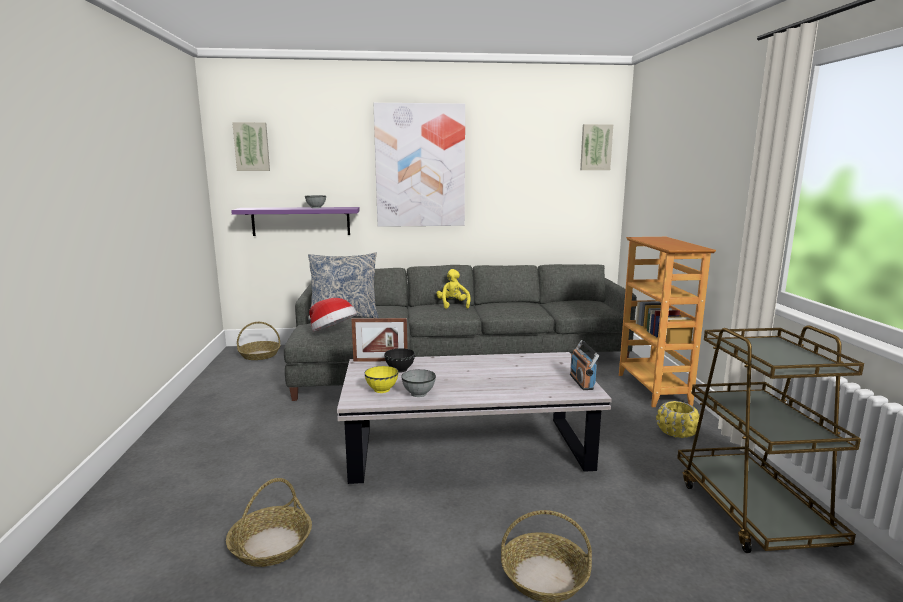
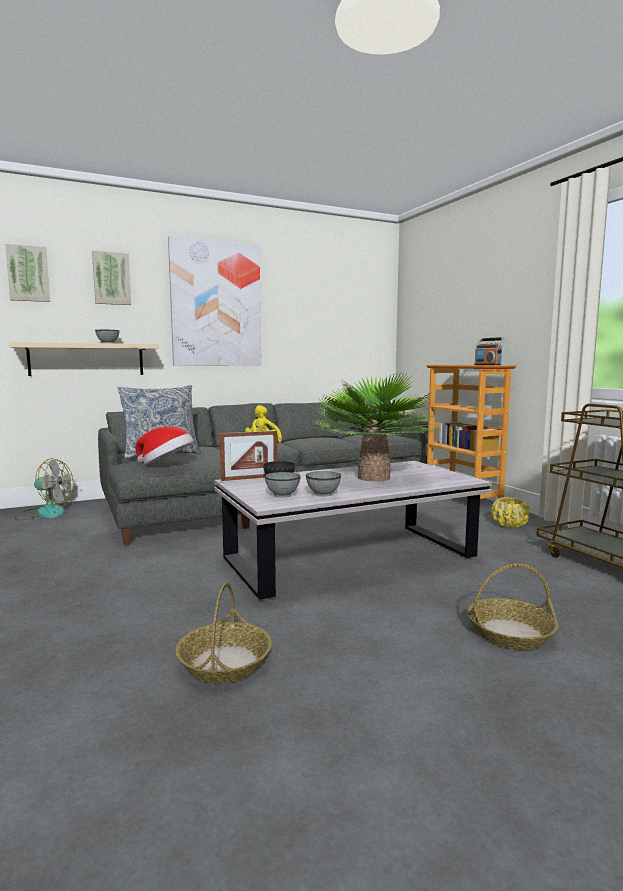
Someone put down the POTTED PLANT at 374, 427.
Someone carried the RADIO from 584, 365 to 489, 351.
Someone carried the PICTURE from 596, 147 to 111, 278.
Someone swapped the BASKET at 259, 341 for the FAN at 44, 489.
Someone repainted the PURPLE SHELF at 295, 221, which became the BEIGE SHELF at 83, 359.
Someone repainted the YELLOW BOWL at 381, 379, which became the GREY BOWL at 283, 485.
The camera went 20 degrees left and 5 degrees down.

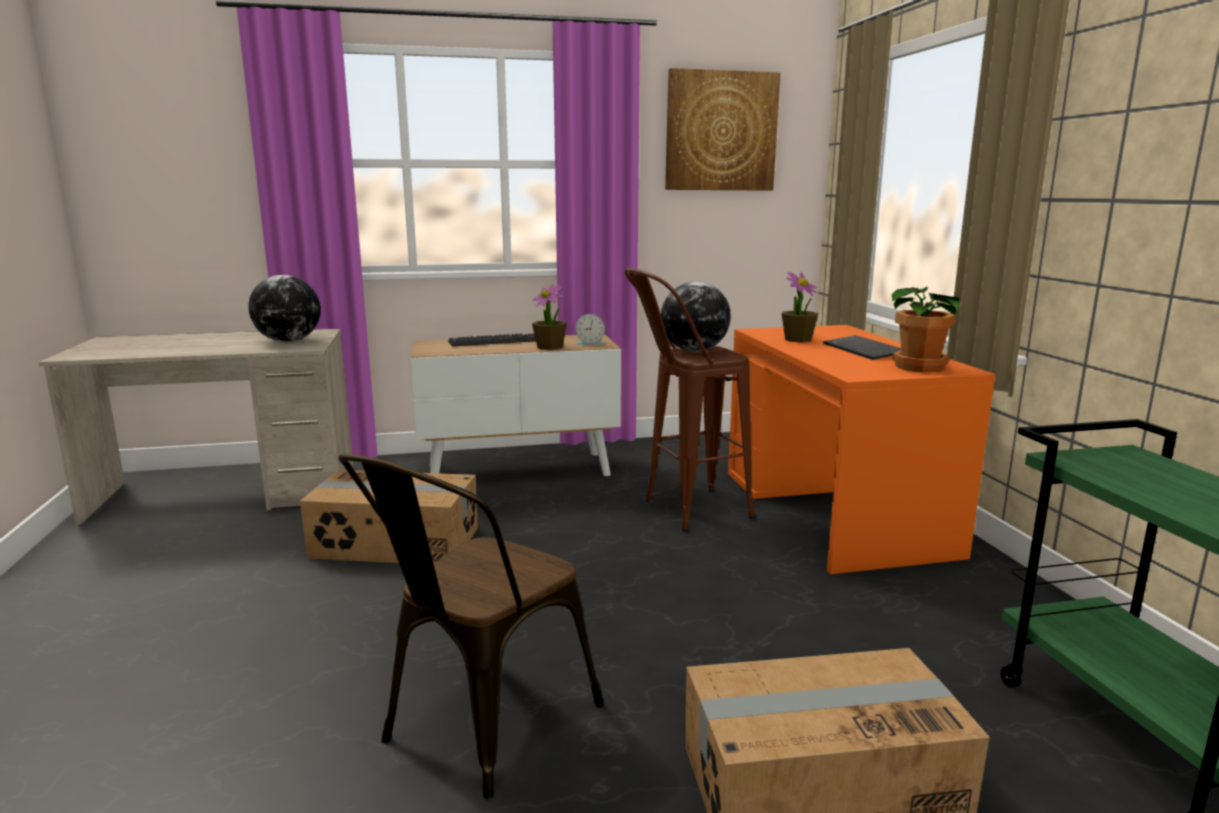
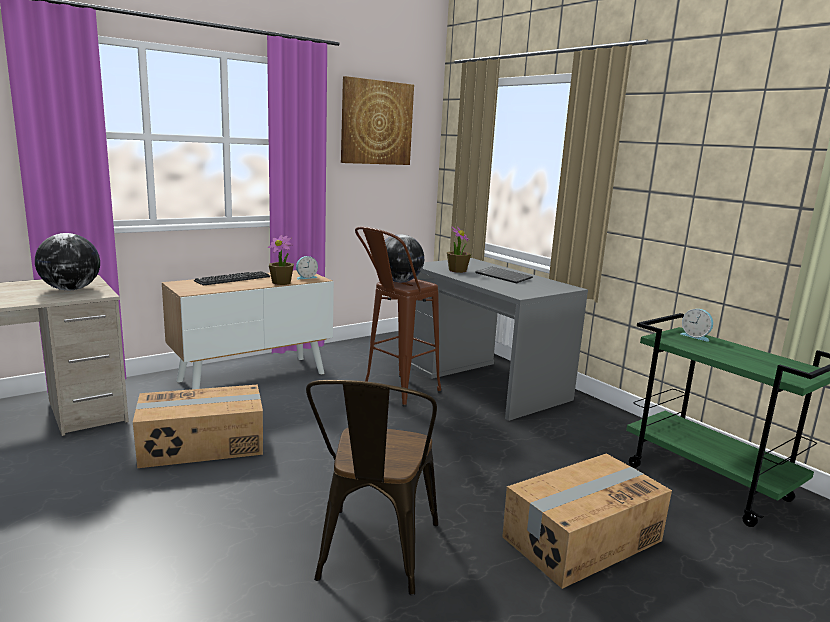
Someone took away the POTTED PLANT at 926, 329.
Someone put down the ALARM CLOCK at 697, 325.
Someone repainted the ORANGE DESK at 861, 449, which became the GREY DESK at 499, 339.
The camera went 25 degrees left and 0 degrees up.

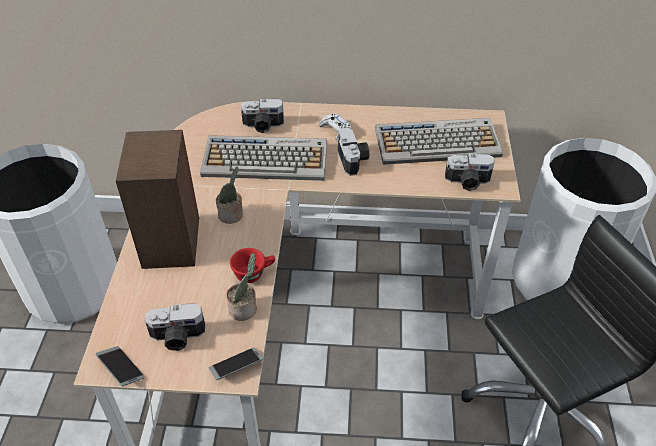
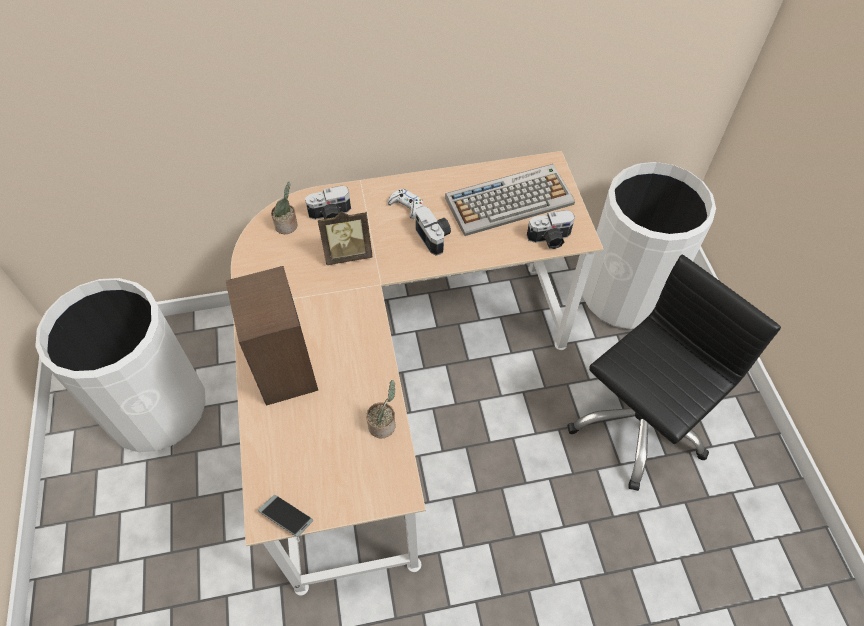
Someone took away the PHOTO CAMERA at 175, 327.
Someone took away the PHONE at 236, 363.
Someone took away the RED CUP at 252, 265.
Someone carried the POTTED PLANT from 229, 195 to 284, 208.
Someone swapped the KEYBOARD at 263, 158 for the PICTURE FRAME at 345, 238.
The camera went 15 degrees left and 10 degrees up.

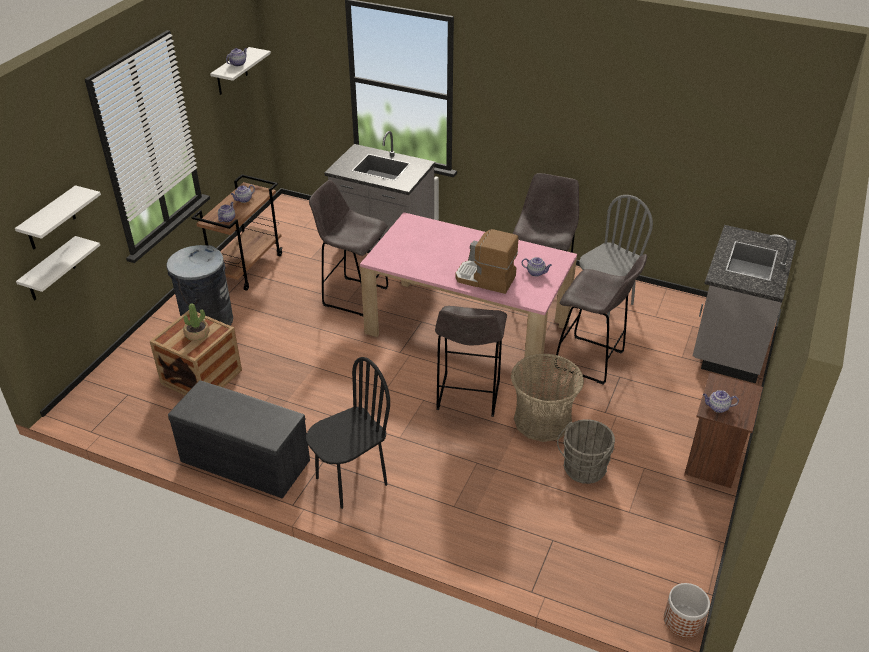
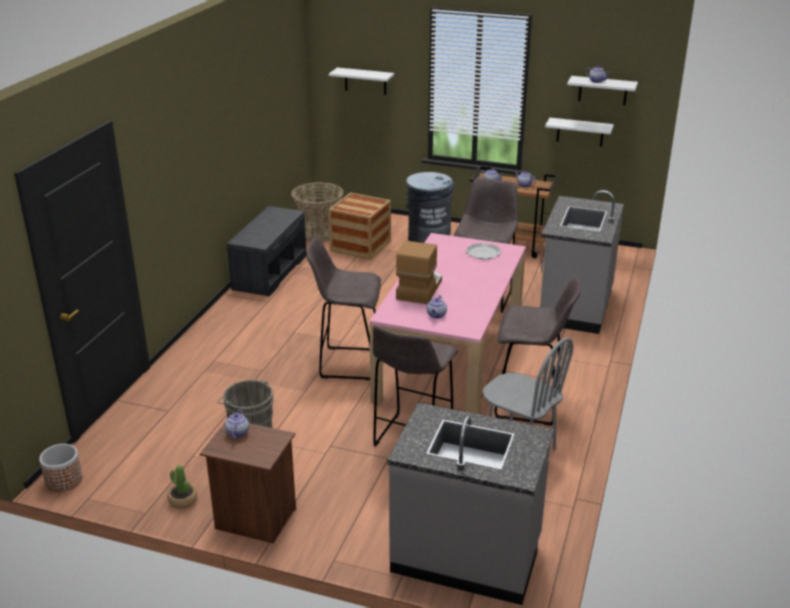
Someone took away the BLACK CHAIR at 348, 433.
Someone put down the PLATE at 483, 251.
Someone carried the WHITE SHELF from 58, 268 to 579, 132.
Someone carried the POTTED PLANT from 196, 322 to 182, 487.
Someone carried the BASKET from 547, 398 to 317, 212.
The camera went 85 degrees right and 10 degrees down.

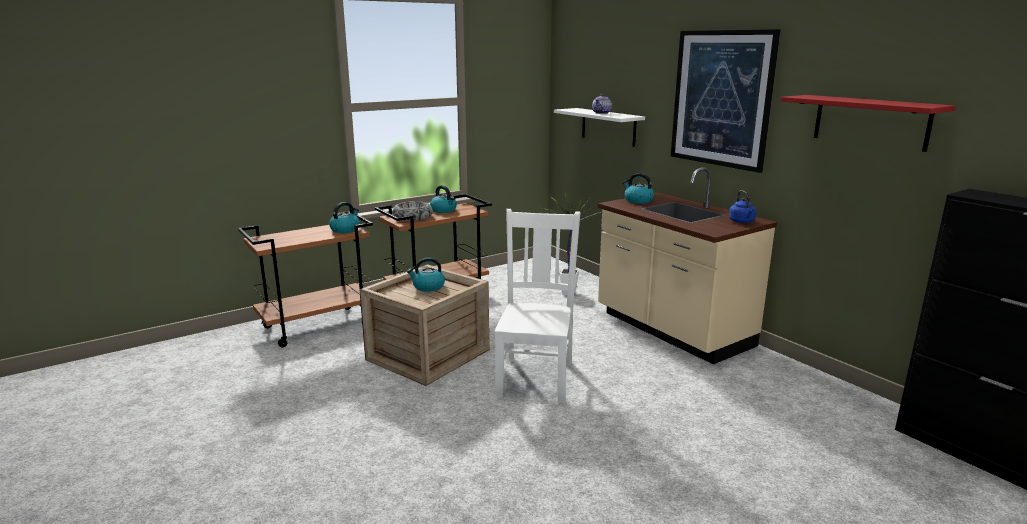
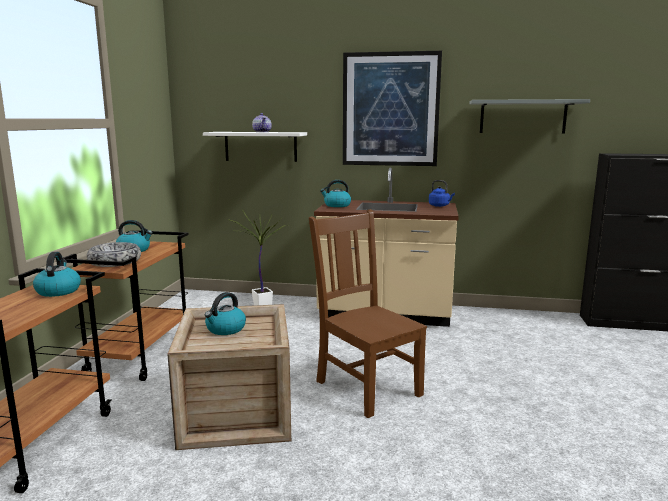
Someone repainted the WHITE CHAIR at 538, 306, which became the BROWN CHAIR at 368, 313.
Someone repainted the RED SHELF at 868, 123, which became the GREY SHELF at 530, 116.
The camera went 45 degrees left and 5 degrees down.

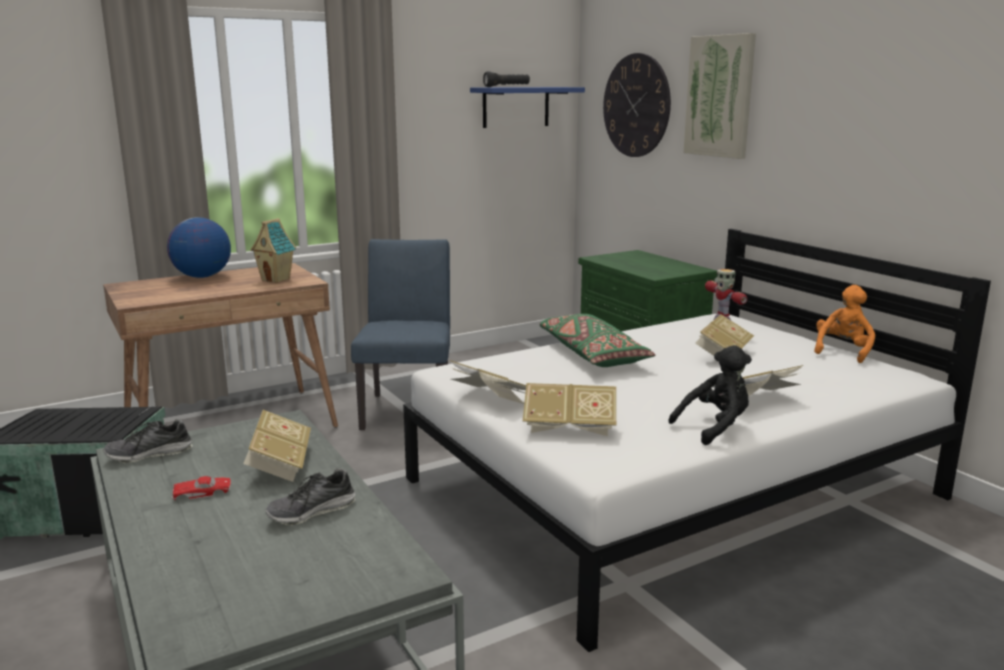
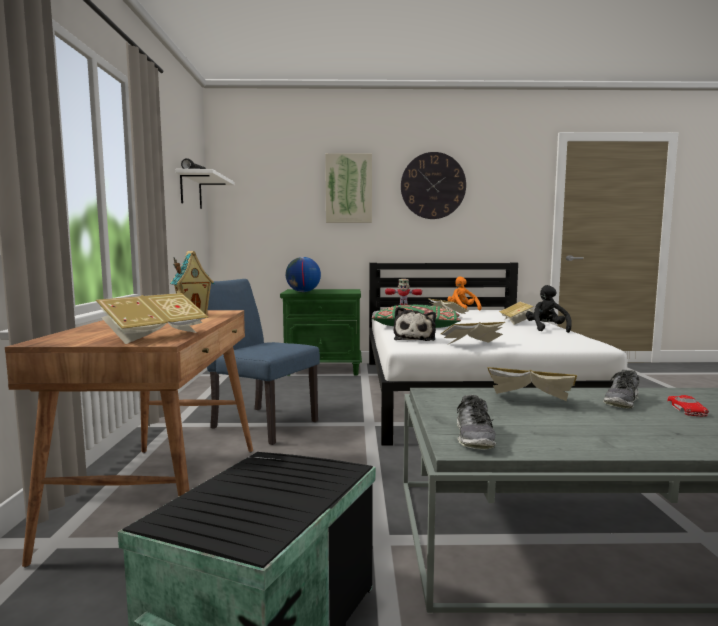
Someone put down the PLUSH TOY at 415, 324.
Someone carried the GLOBE from 199, 247 to 303, 274.
Someone carried the RED TOY CAR from 201, 488 to 688, 406.
Someone carried the BOOK from 569, 409 to 152, 318.
Someone carried the WALL CLOCK from 637, 105 to 433, 185.
Someone repainted the BLUE SHELF at 527, 107, which became the WHITE SHELF at 205, 189.
Someone rotated the SHOE at 310, 497 by 45 degrees clockwise.
The camera went 60 degrees left and 10 degrees down.

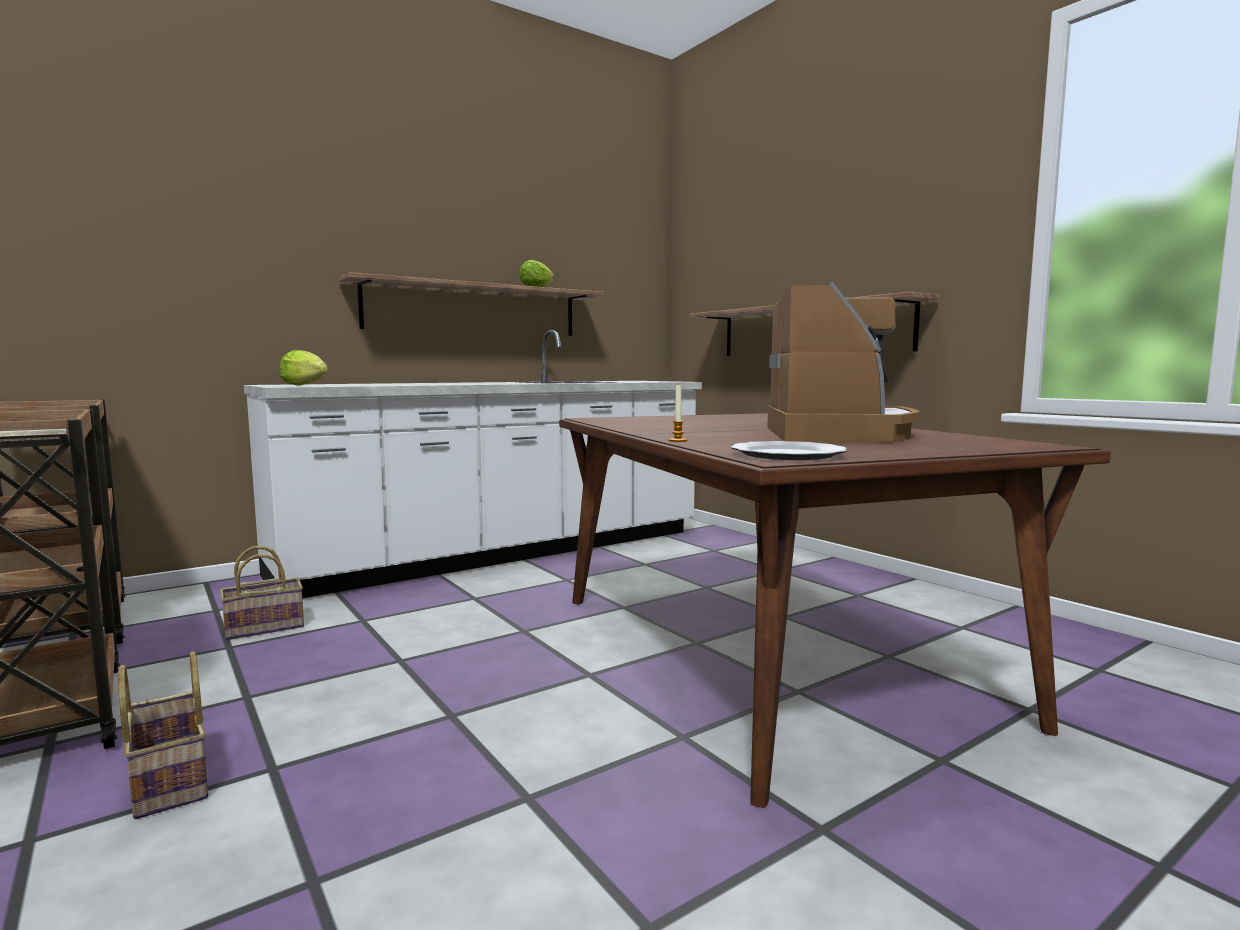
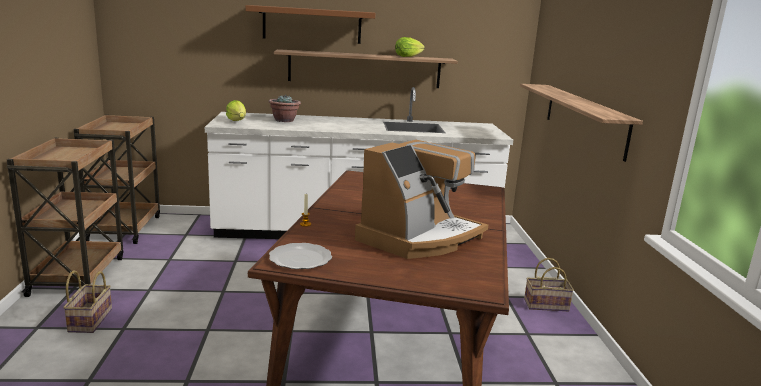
Someone put up the BROWN SHELF at 310, 24.
Someone put down the POTTED PLANT at 284, 108.
Someone carried the BASKET from 262, 593 to 549, 284.
The camera went 30 degrees right and 10 degrees up.

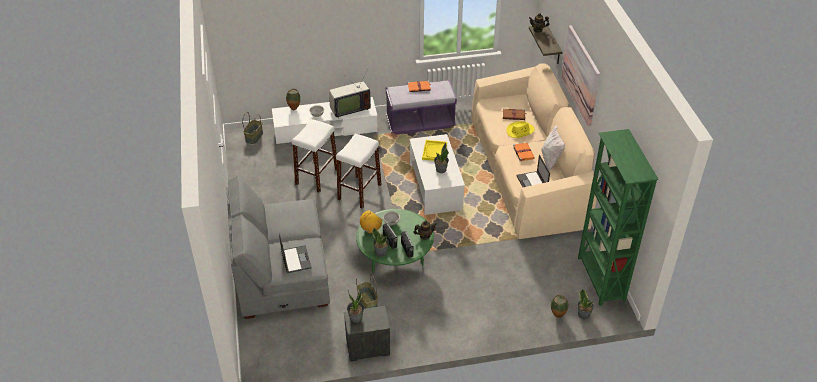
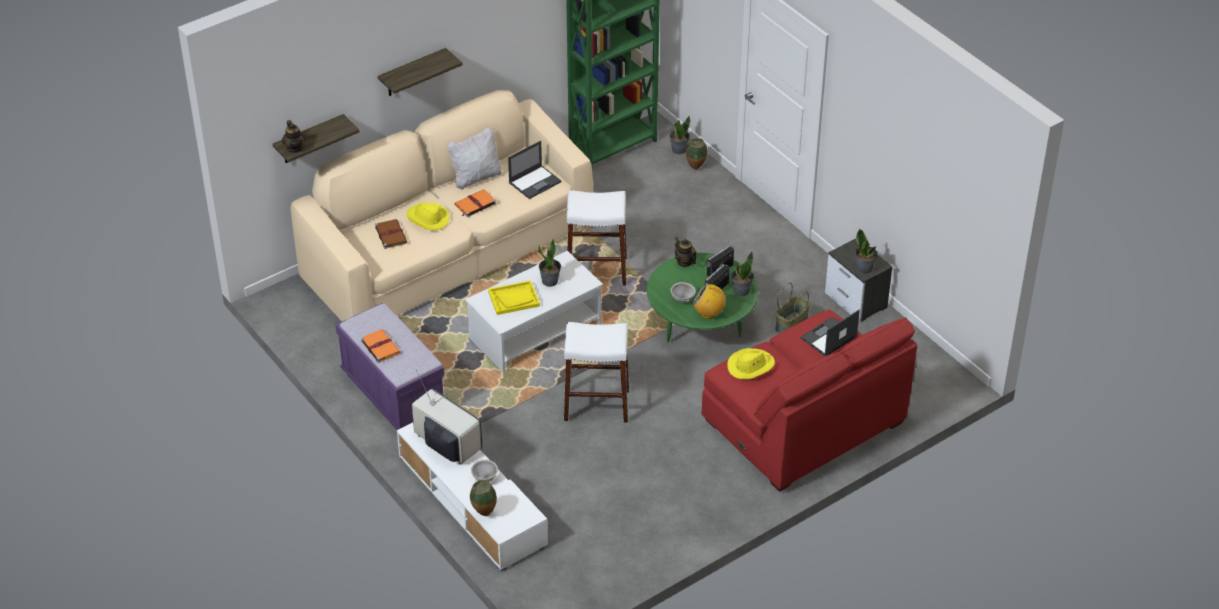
Someone took away the BASKET at 252, 128.
Someone put down the YELLOW HAT at 751, 364.
Someone carried the WHITE STOOL from 314, 156 to 597, 238.
Someone swapped the PICTURE at 580, 76 for the SHELF at 420, 72.
Someone repainted the GREY SOFA at 278, 247, which became the RED SOFA at 809, 401.
The camera went 115 degrees left and 0 degrees up.

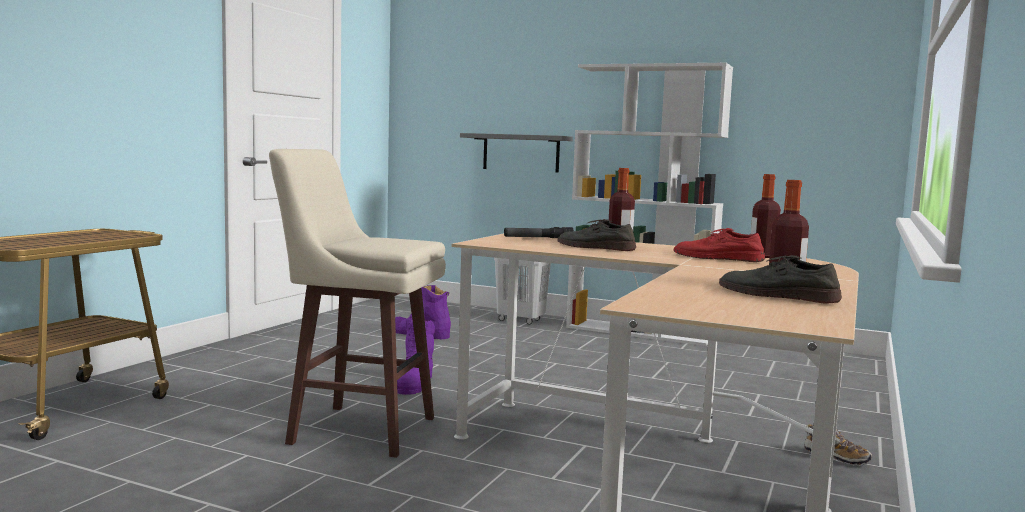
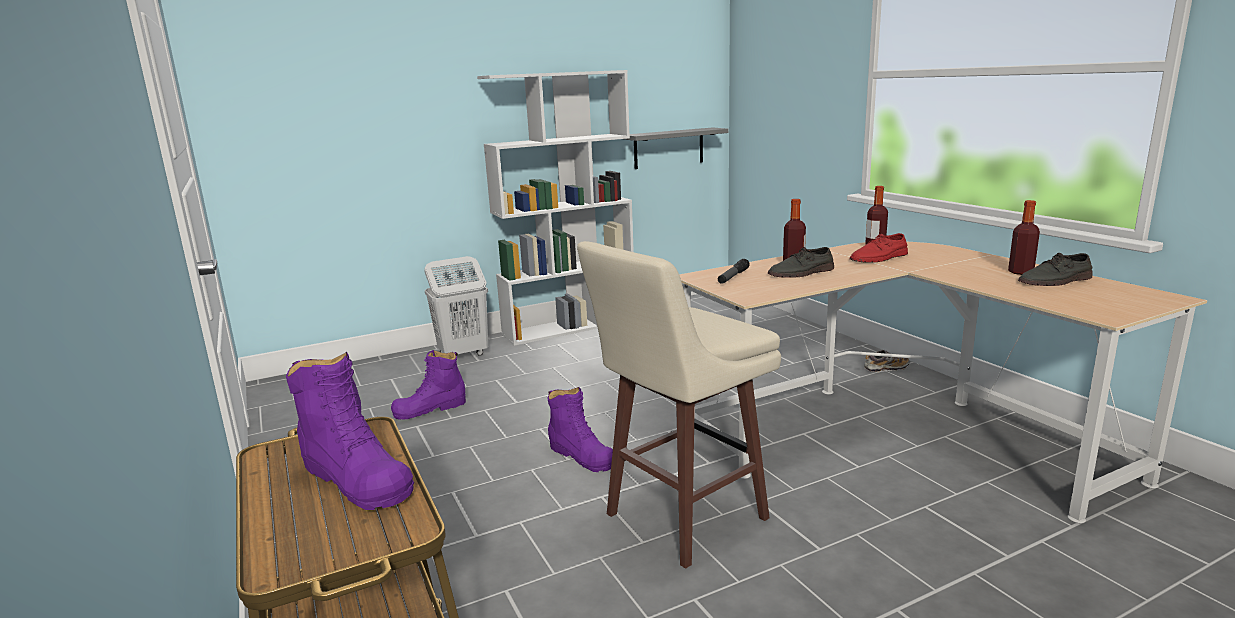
Someone put down the PURPLE BOOT at 350, 431.
Someone carried the GREY SHELF from 516, 153 to 676, 148.
The camera went 50 degrees left and 10 degrees up.

